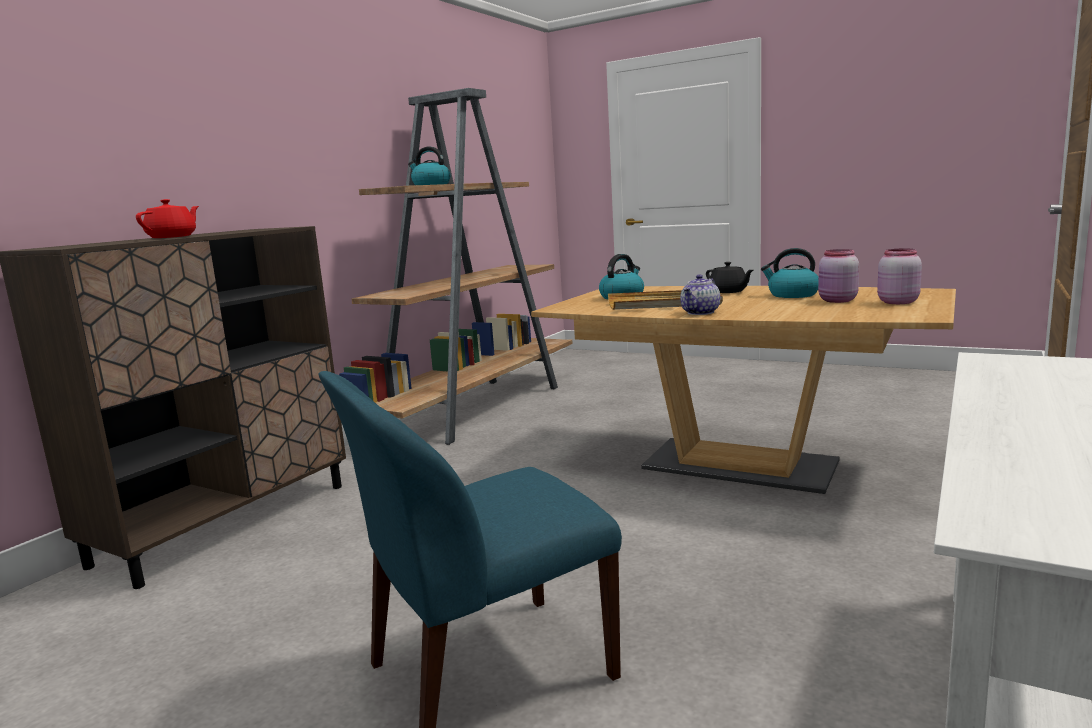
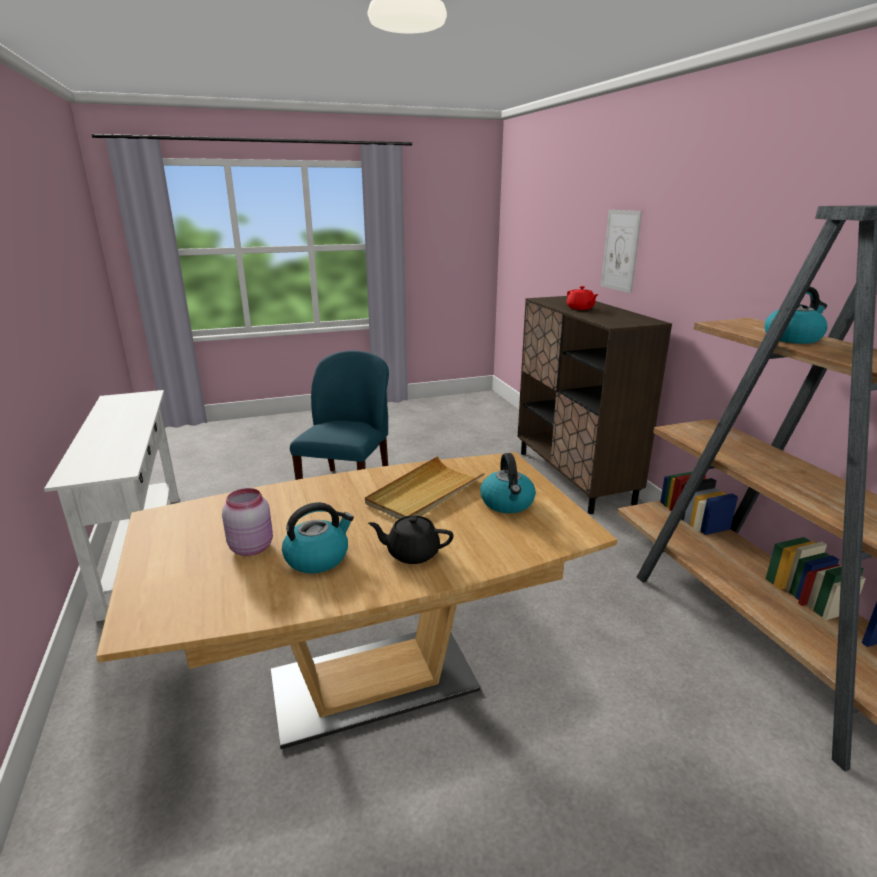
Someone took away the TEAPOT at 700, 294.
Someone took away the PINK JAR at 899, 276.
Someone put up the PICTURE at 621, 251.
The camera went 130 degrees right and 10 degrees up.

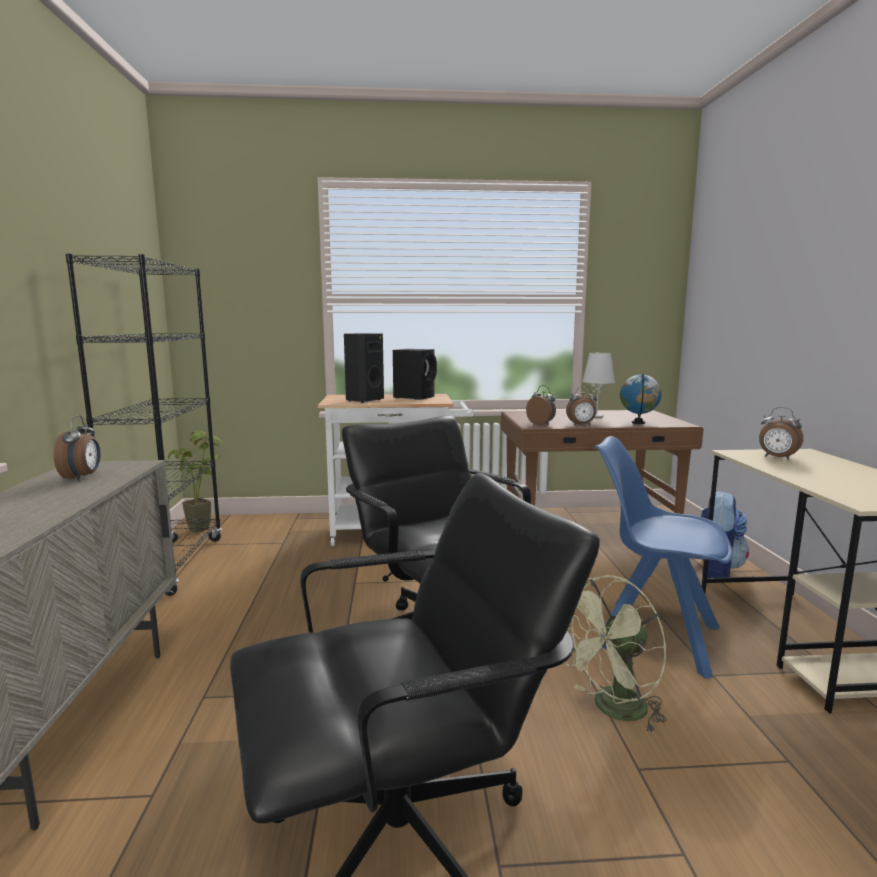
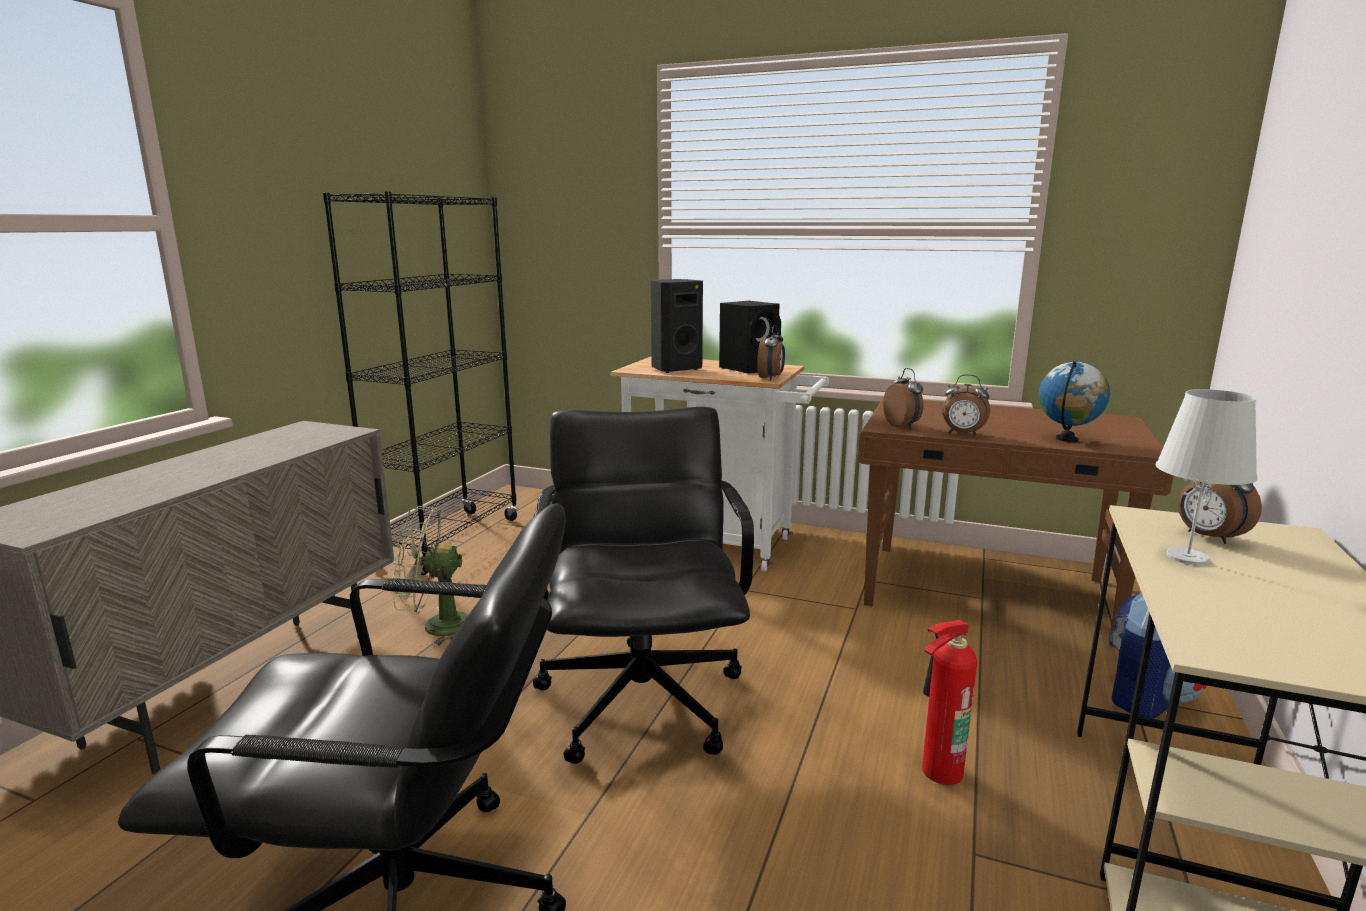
Someone took away the POTTED PLANT at 196, 481.
Someone carried the ALARM CLOCK from 77, 448 to 771, 352.
Someone carried the GREEN FAN from 616, 654 to 430, 576.
Someone carried the WHITE TABLE LAMP from 598, 385 to 1207, 477.
Someone swapped the BLUE CHAIR at 664, 557 for the FIRE EXTINGUISHER at 949, 702.
The camera went 25 degrees right and 5 degrees up.

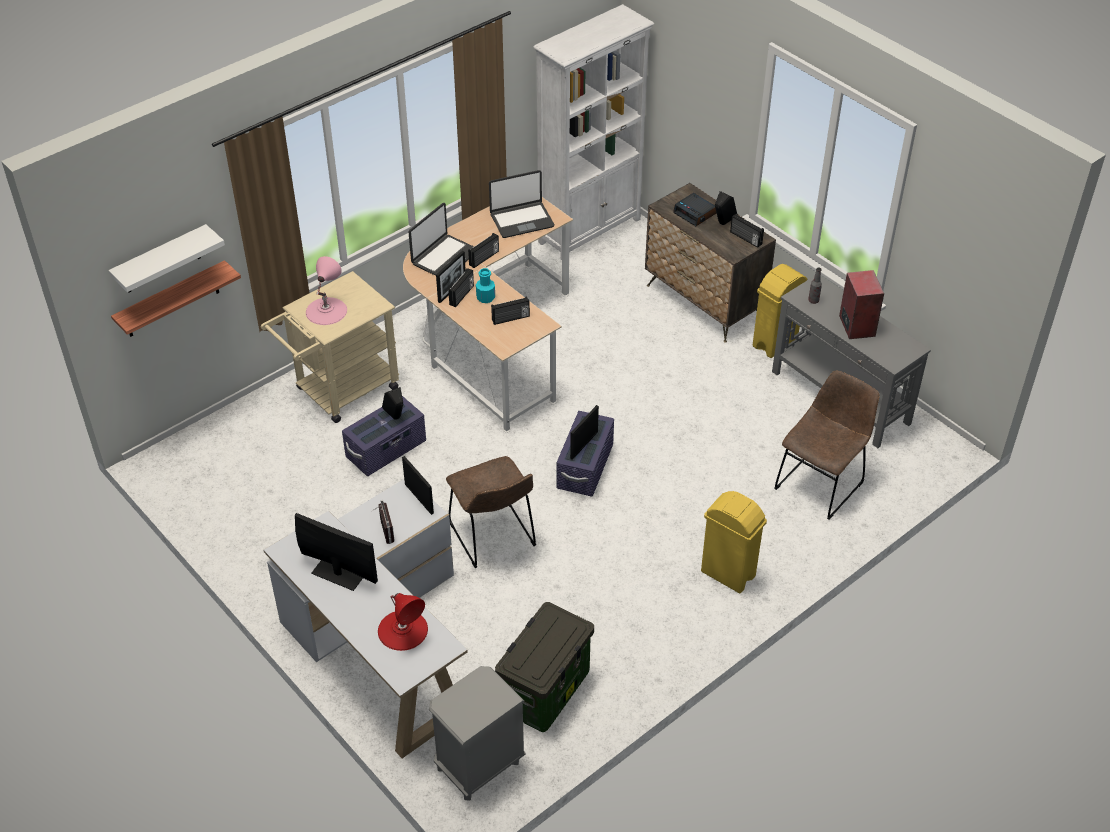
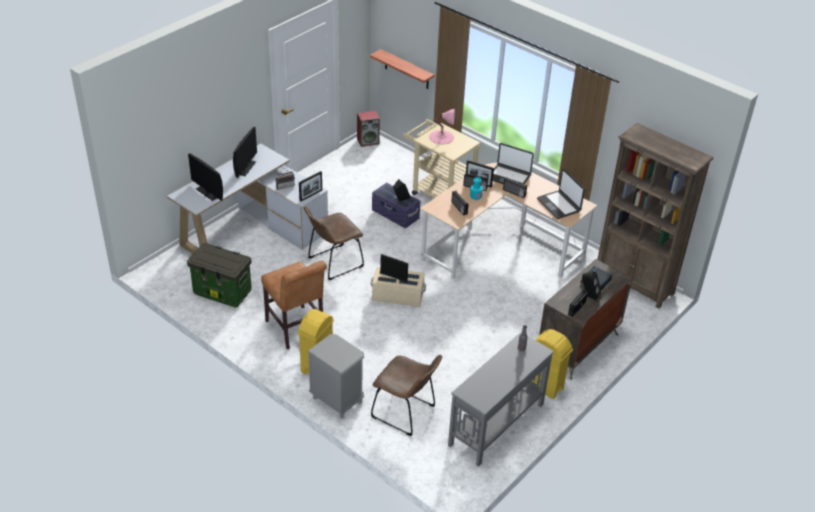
Someone took away the WHITE SHELF at 167, 258.
Someone put down the BROWN CHAIR at 294, 305.
Someone carried the GREY NIGHTSTAND from 477, 733 to 335, 376.
Someone carried the SPEAKER from 861, 304 to 368, 129.
Someone swapped the RED TABLE LAMP at 403, 622 for the MONITOR at 205, 177.
Someone repainted the WHITE BOOKCASE at 593, 132, which became the BROWN BOOKCASE at 655, 216.
Someone repainted the PURPLE STORAGE BOX at 585, 454, which became the BEIGE STORAGE BOX at 398, 287.
The camera went 80 degrees right and 5 degrees down.

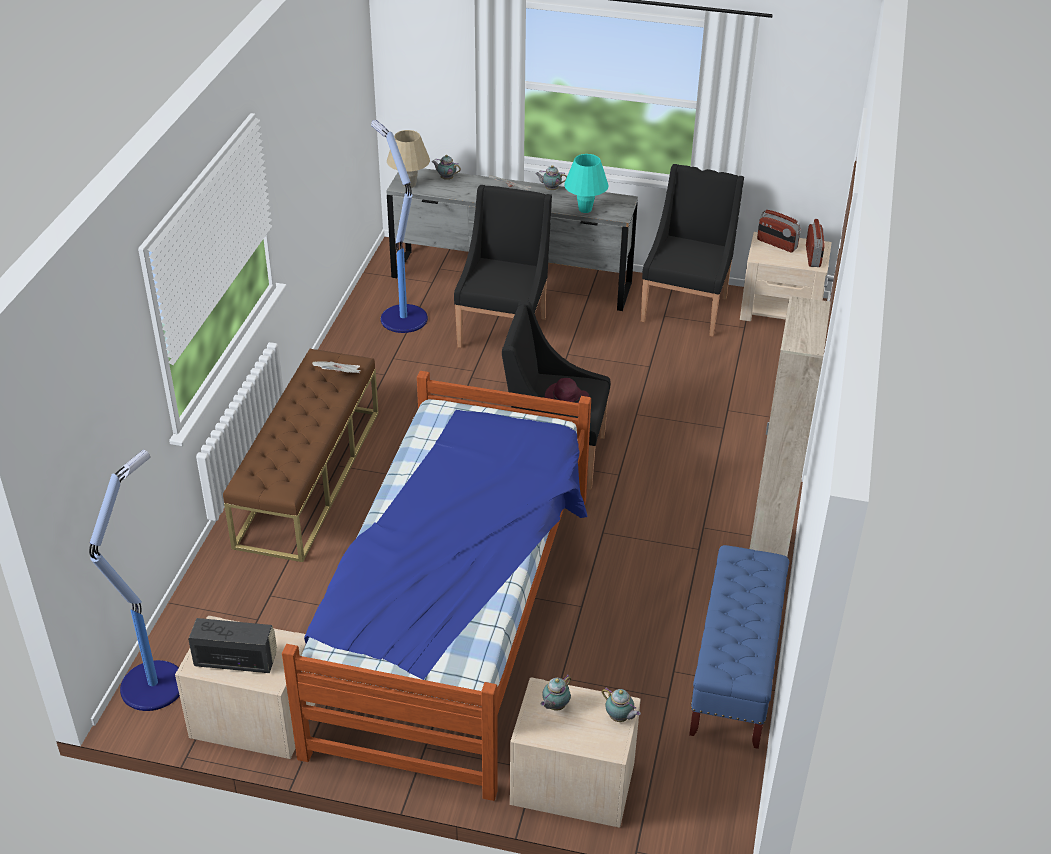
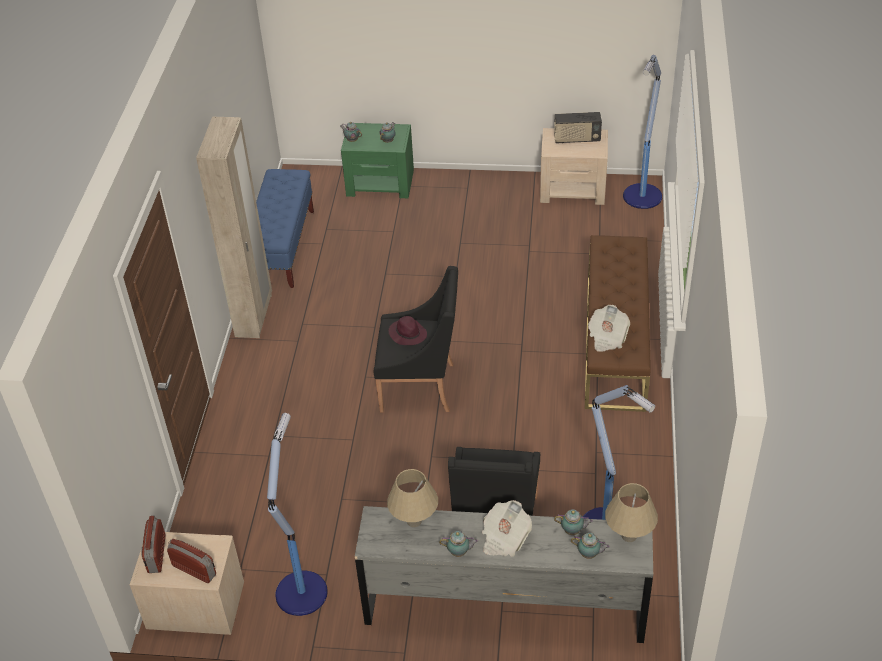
Someone took away the BED at 436, 586.
Someone put down the TEAPOT at 573, 522.
Someone swapped the BLACK ARMCHAIR at 692, 250 for the FLOOR LAMP at 297, 514.
Someone repainted the BEIGE NIGHTSTAND at 575, 752, which became the GREEN NIGHTSTAND at 377, 160.
Someone repainted the TURQUOISE TABLE LAMP at 586, 183, which became the BEIGE TABLE LAMP at 412, 498.
The camera went 175 degrees right and 5 degrees up.

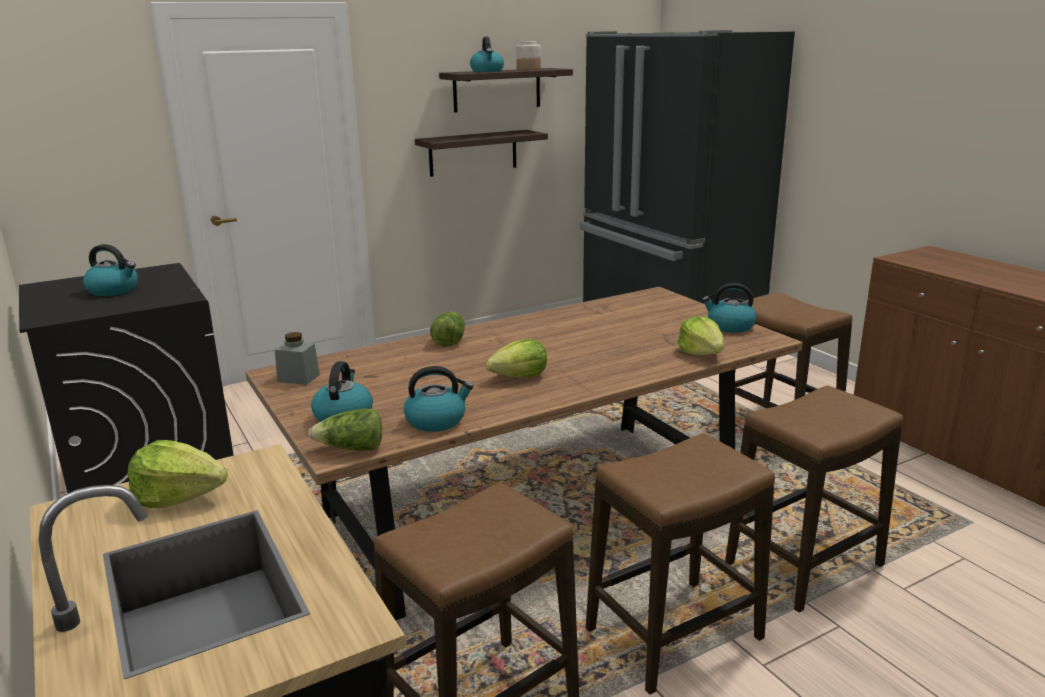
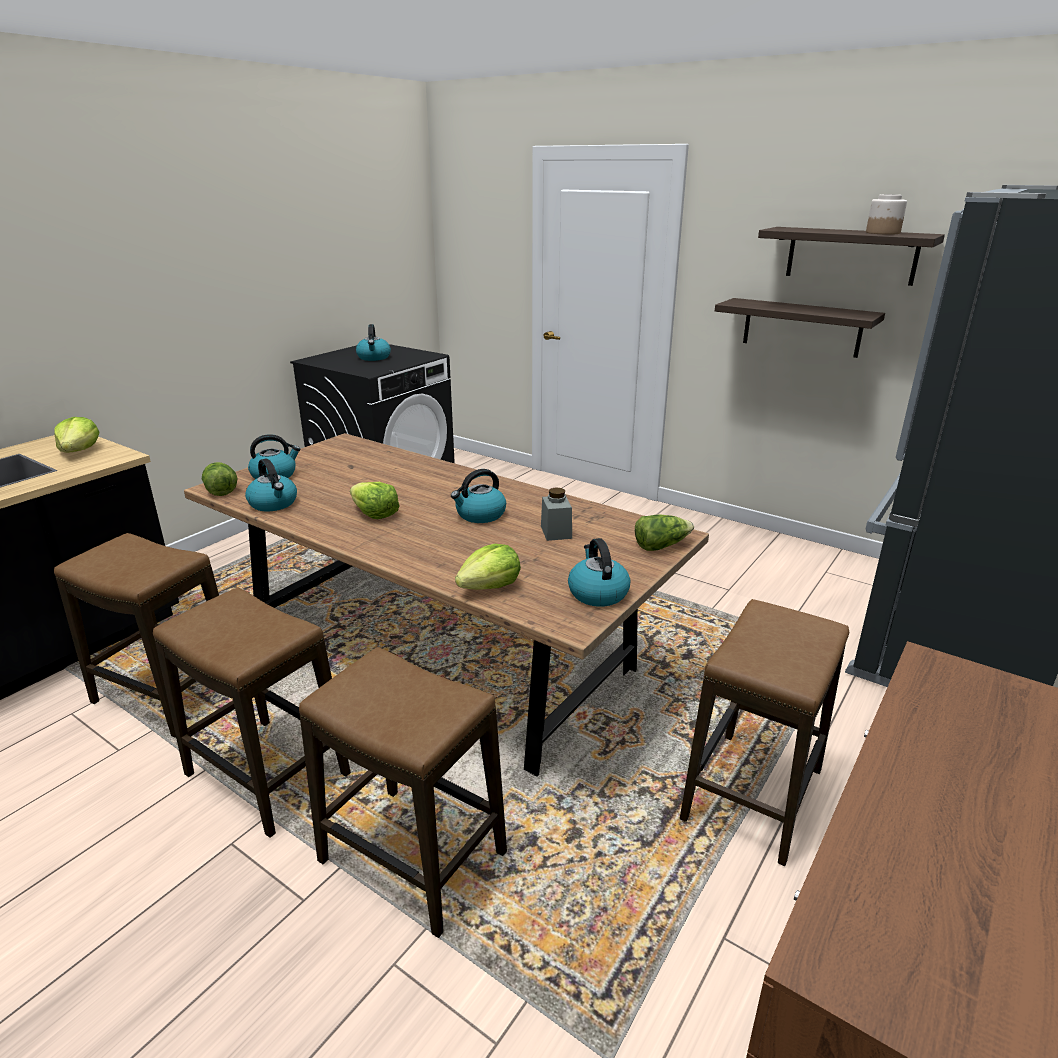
Someone carried the GREY JAR from 297, 358 to 556, 514.
Someone carried the LETTUCE from 447, 329 to 664, 532.
Someone carried the KETTLE from 487, 54 to 478, 496.
The camera went 65 degrees right and 5 degrees up.

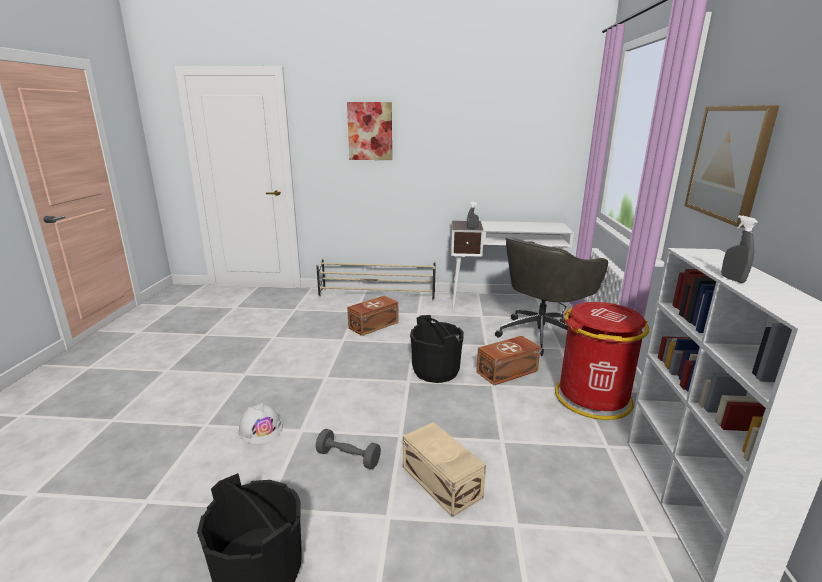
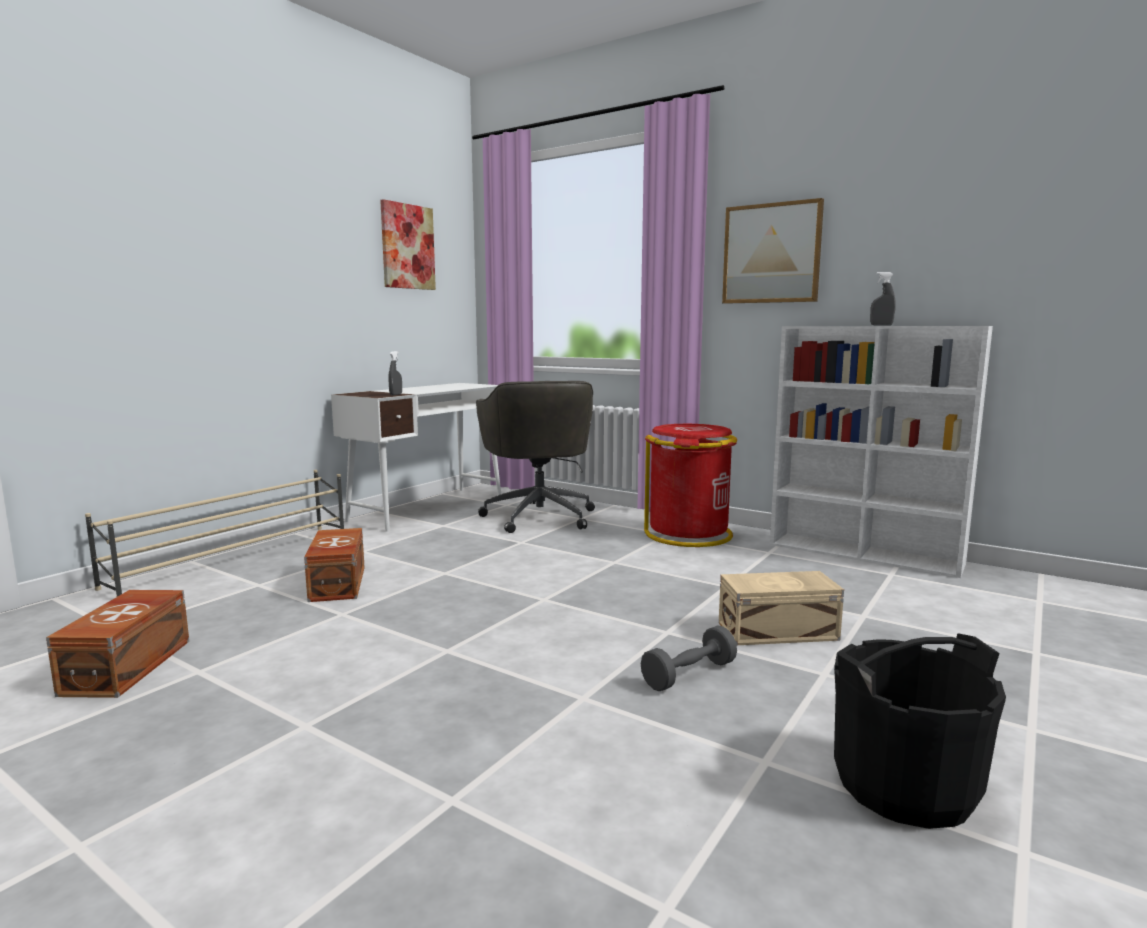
Someone took away the WHITE HARD HAT at 261, 423.
Someone took away the BLACK BUCKET at 437, 349.
Someone carried the PICTURE from 369, 131 to 408, 244.
Someone carried the BROWN STORAGE BOX from 508, 360 to 117, 644.
The camera went 60 degrees left and 10 degrees down.

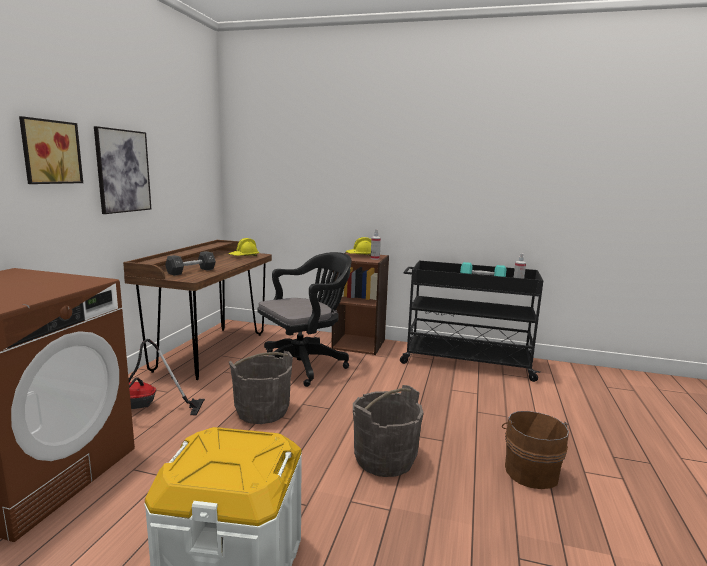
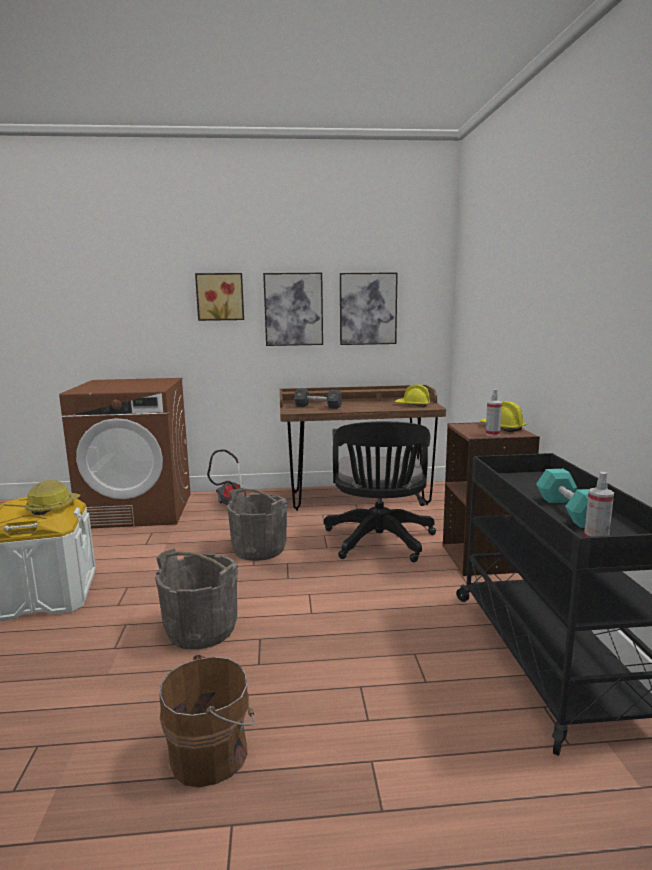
Someone put down the HARD HAT at 53, 497.
Someone put up the PICTURE at 369, 308.
Someone rotated the BLACK OFFICE CHAIR at 304, 319 by 60 degrees clockwise.
The camera went 70 degrees right and 0 degrees up.

